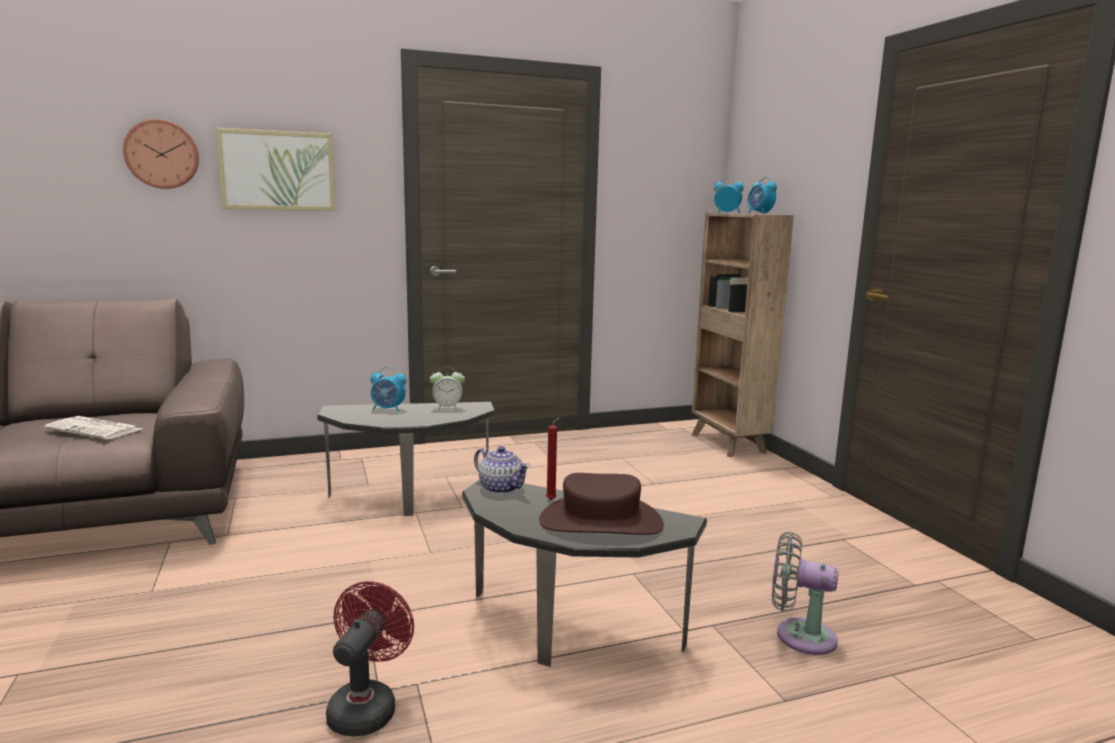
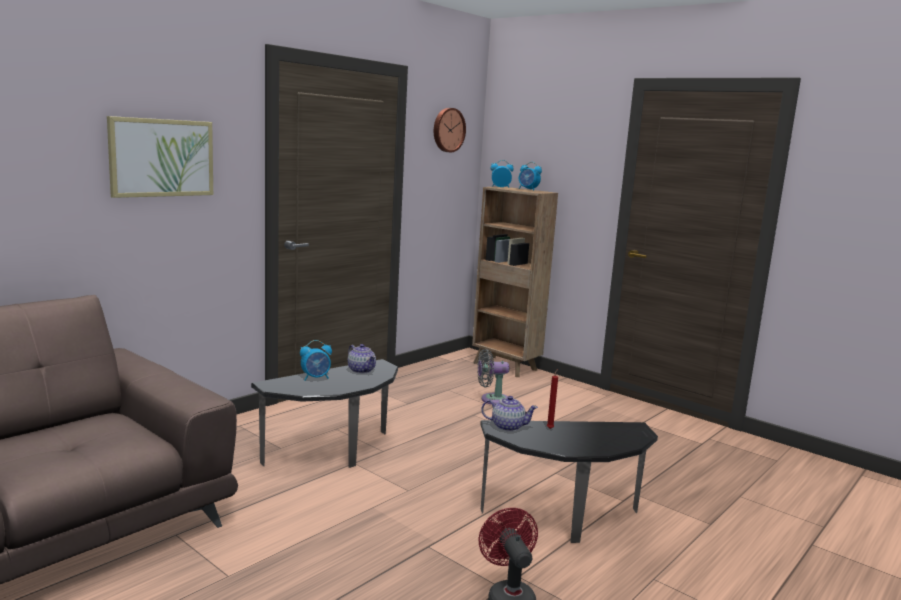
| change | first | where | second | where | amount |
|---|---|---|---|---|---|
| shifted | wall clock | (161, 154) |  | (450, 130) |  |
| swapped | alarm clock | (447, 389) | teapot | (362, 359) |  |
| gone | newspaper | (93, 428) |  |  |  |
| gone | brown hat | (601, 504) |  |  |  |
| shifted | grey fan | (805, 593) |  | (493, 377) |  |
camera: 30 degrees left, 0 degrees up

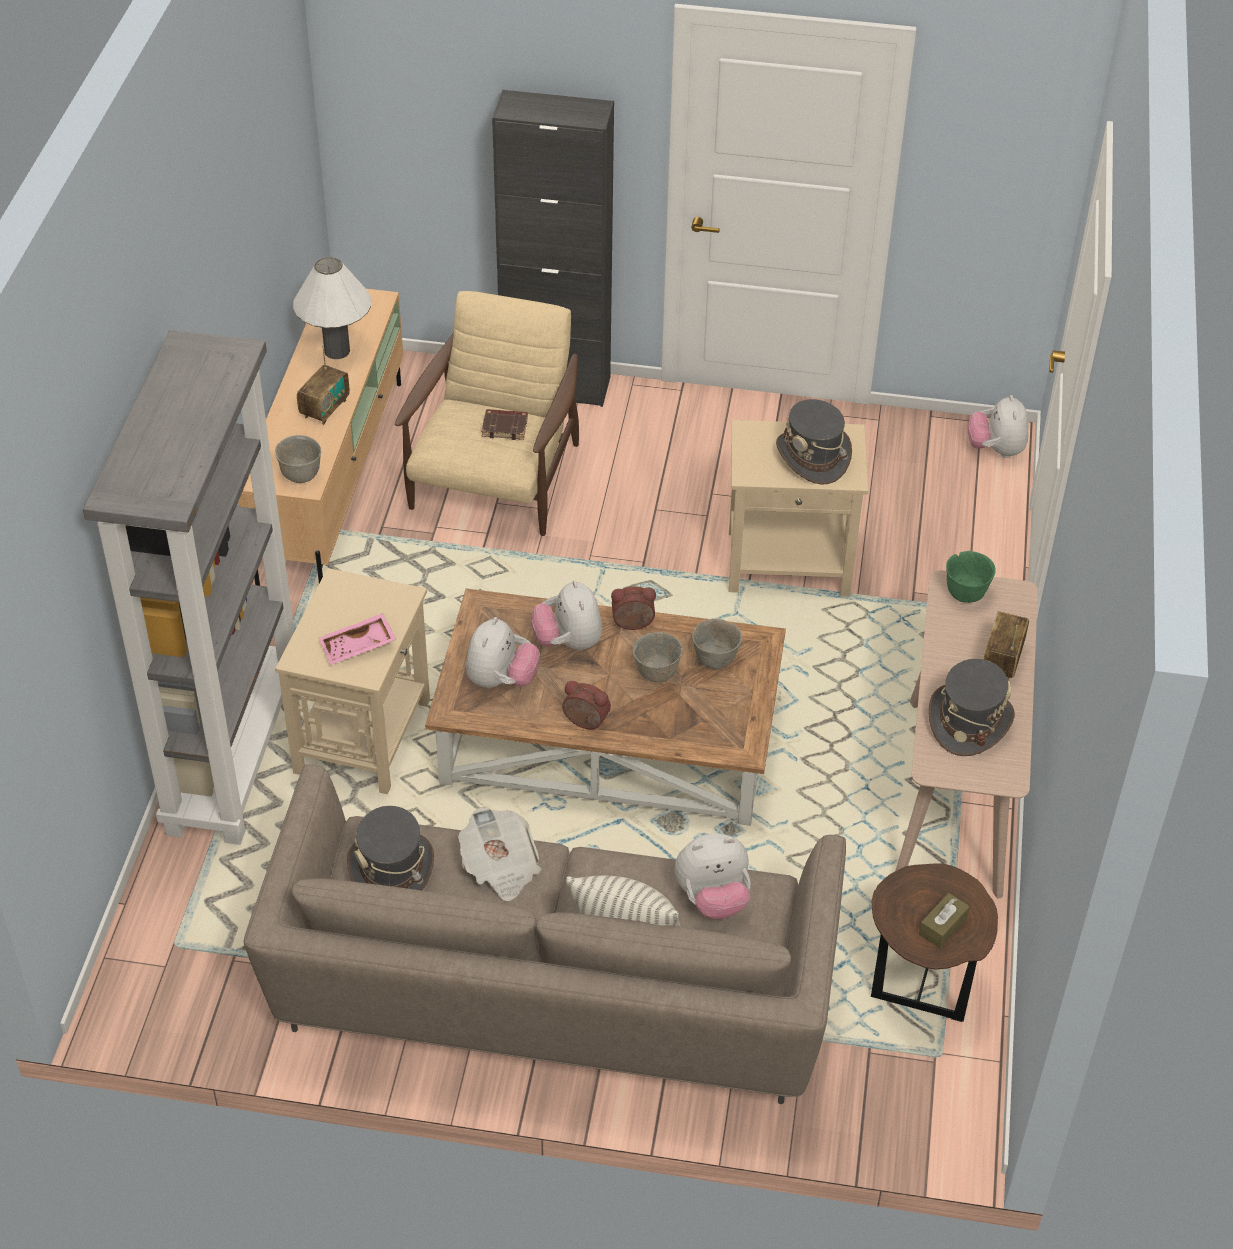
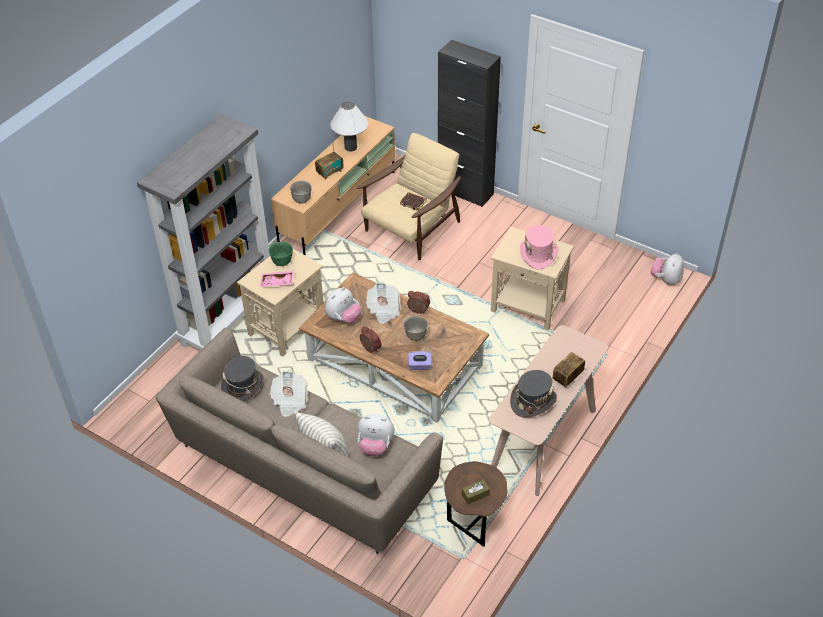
| change | first | where | second | where | amount |
|---|---|---|---|---|---|
| repainted | grey hat | (814, 442) | pink hat | (539, 247) |  |
| shifted | green bowl | (971, 577) |  | (281, 254) |  |
| swapped | plush toy | (566, 615) | newspaper | (383, 303) |  |
| gone | grey bowl | (717, 643) |  |  |  |
| new |  |  | purple tissue box | (420, 360) |  |
camera: 25 degrees right, 0 degrees up

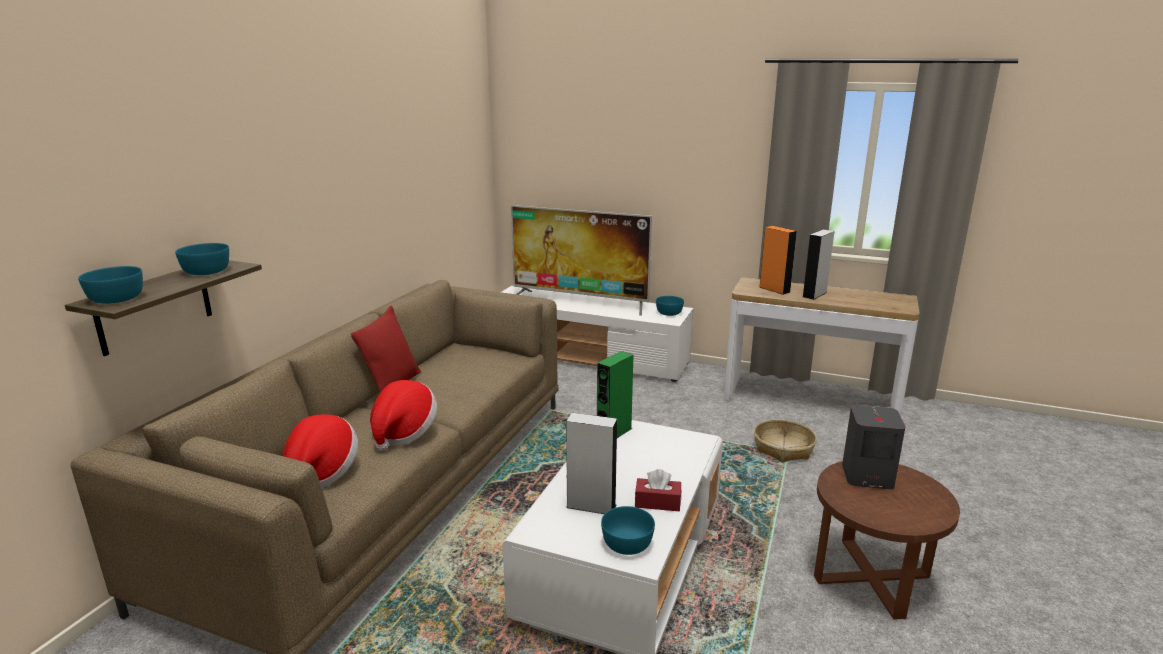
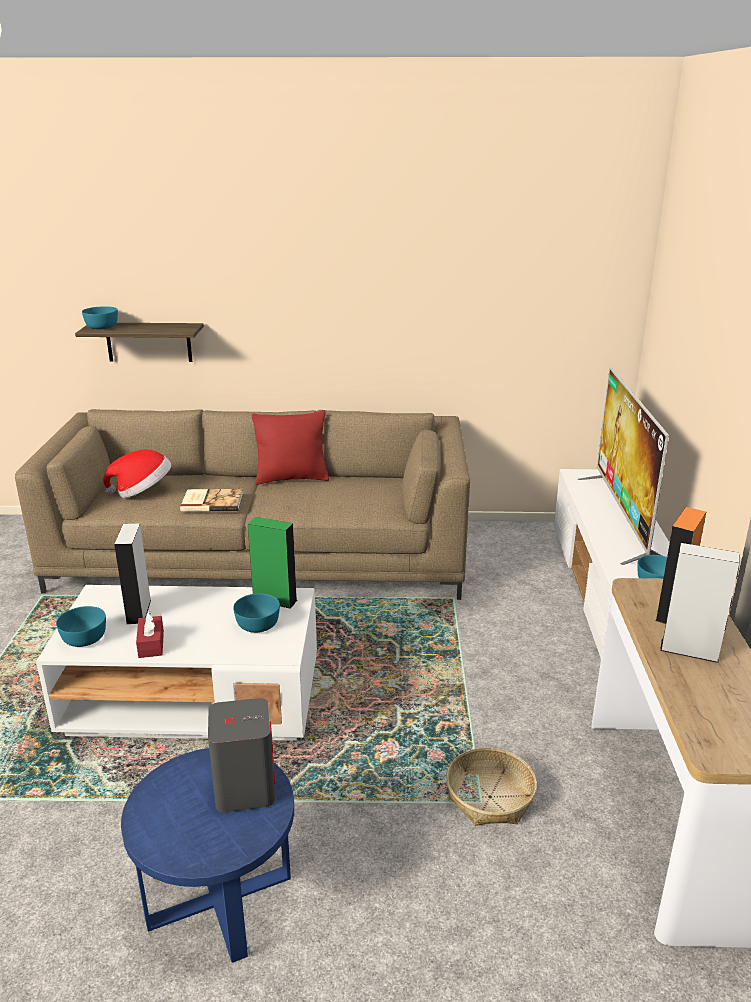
| change | first | where | second | where | amount |
|---|---|---|---|---|---|
| shifted | turquoise bowl | (202, 259) |  | (256, 613) |  |
| swapped | hat | (403, 415) | book | (211, 500) |  |
| repainted | brown side table | (887, 540) | blue side table | (207, 855) |  |
camera: 70 degrees right, 5 degrees up

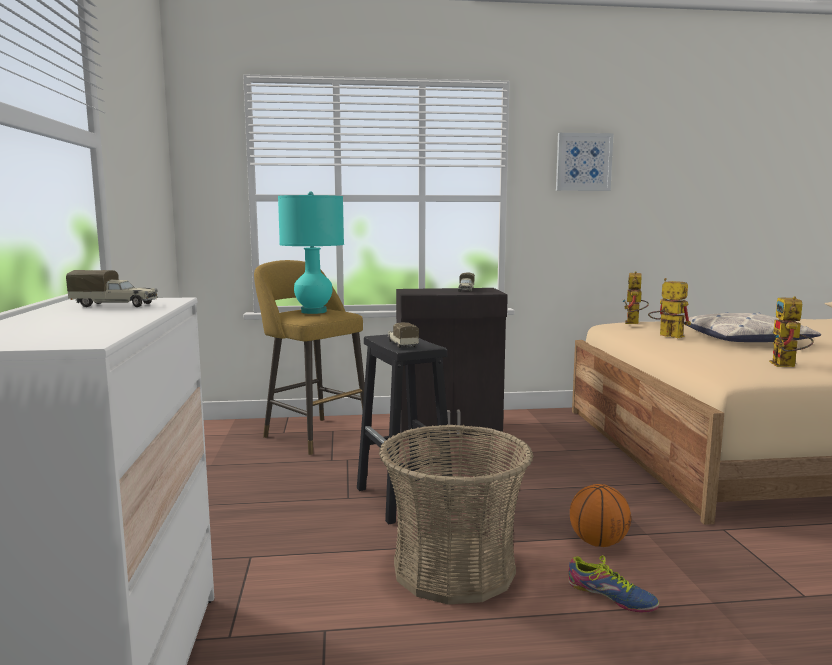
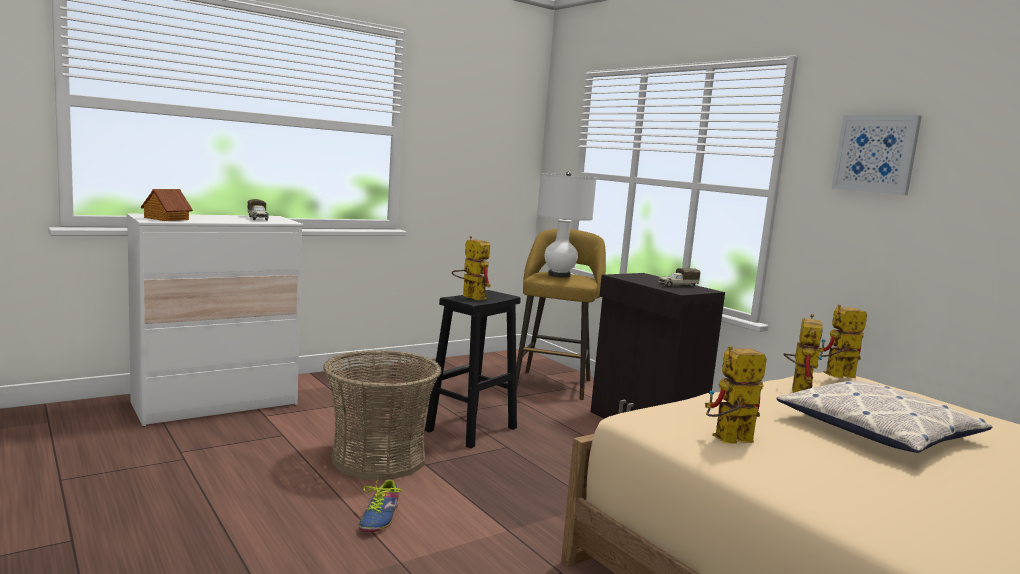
| change | first | where | second | where | amount |
|---|---|---|---|---|---|
| repainted | turquoise table lamp | (311, 252) | white table lamp | (567, 224) |  |
| swapped | toy truck | (403, 335) | toy robot | (471, 268) |  |
| gone | basketball | (600, 515) |  |  |  |
| new |  |  | toy house | (167, 205) |  |
camera: 60 degrees right, 0 degrees up

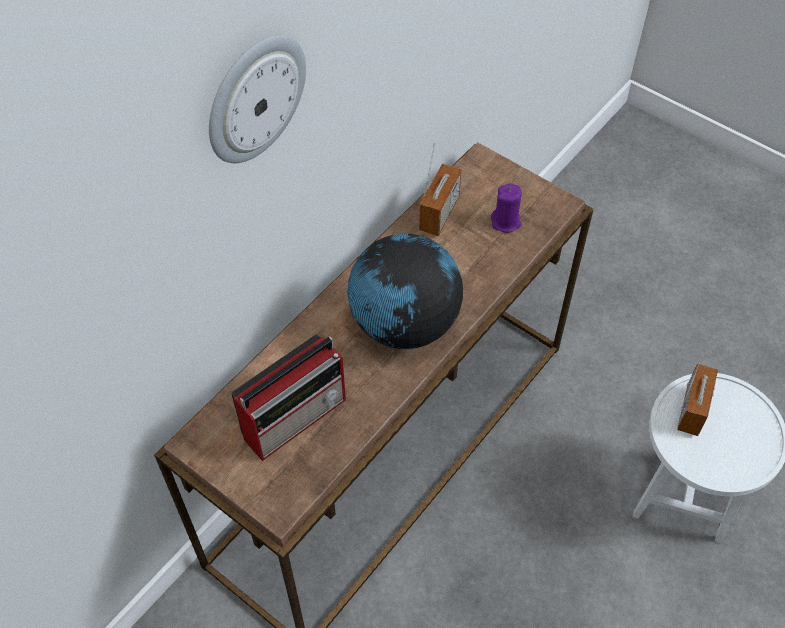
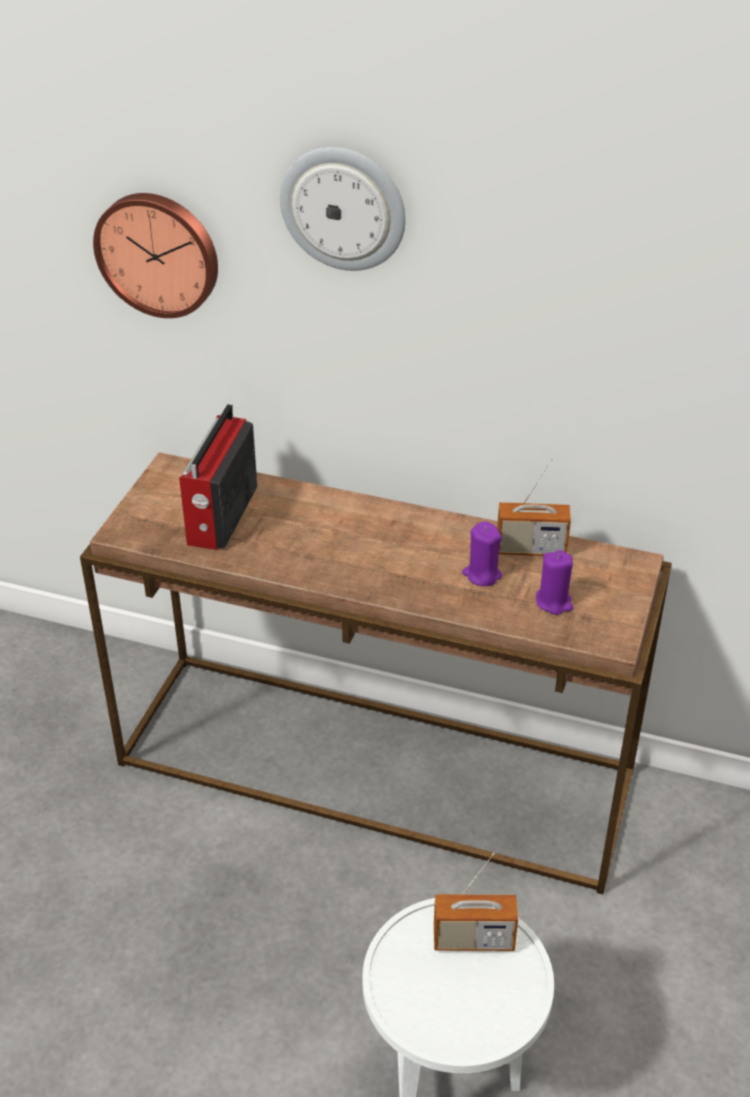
| change | first | where | second | where | amount |
|---|---|---|---|---|---|
| gone | globe | (405, 291) |  |  |  |
| rotated | radio | (288, 397) |  | (218, 477) | 75 degrees clockwise |
| new |  |  | wall clock | (155, 255) |  |
| new |  |  | purple candle | (482, 553) |  |
camera: 70 degrees right, 15 degrees down

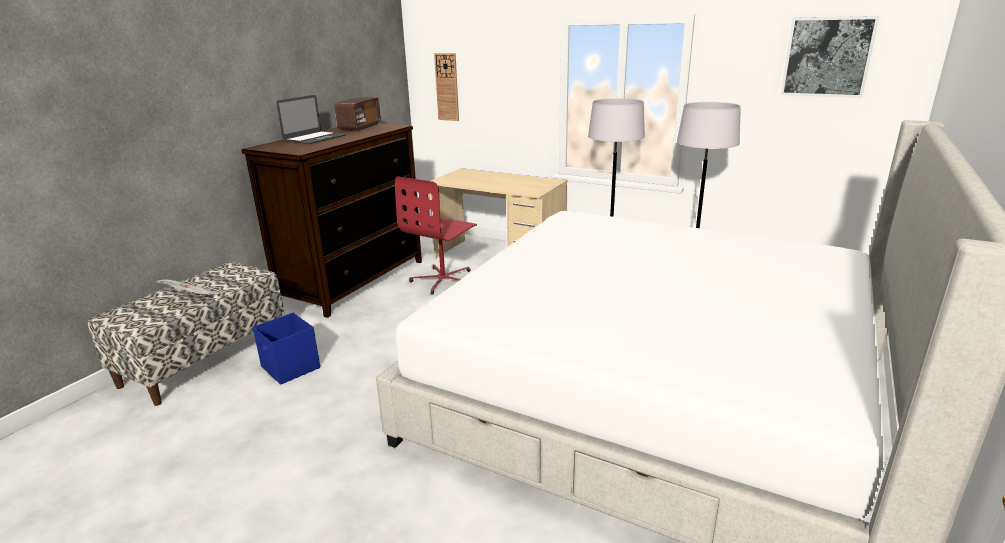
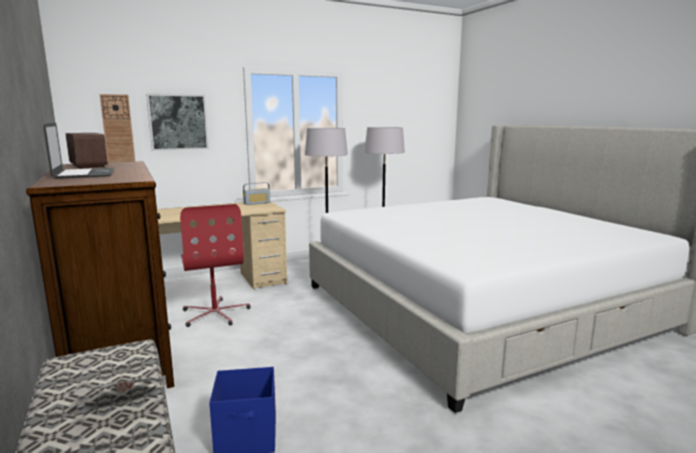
| change | first | where | second | where | amount |
|---|---|---|---|---|---|
| shifted | picture | (830, 57) |  | (177, 122) |  |
| new |  |  | radio | (256, 193) |  |
camera: 55 degrees left, 10 degrees down

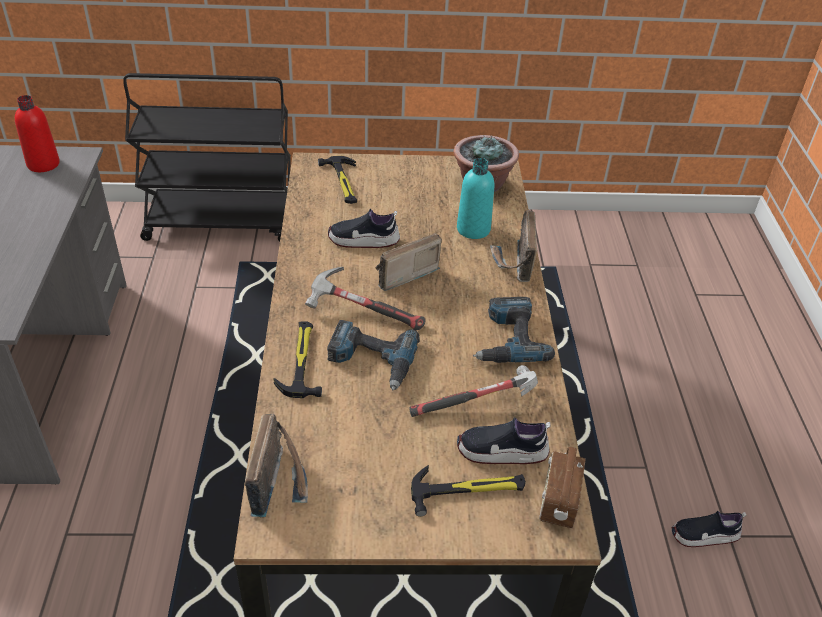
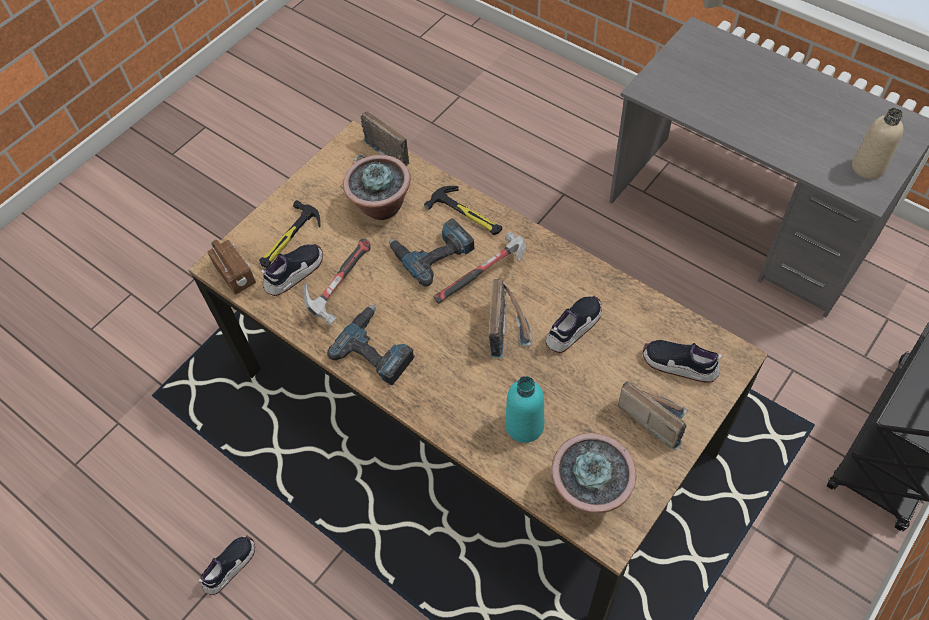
| change | first | where | second | where | amount |
|---|---|---|---|---|---|
| repainted | red bottle | (37, 133) | beige bottle | (877, 143) |  |
| swapped | hammer | (337, 180) | shoe | (682, 361) |  |
| shifted | radio | (513, 246) |  | (653, 415) |  |
| new |  |  | potted plant | (377, 187) |  |
camera: 135 degrees right, 15 degrees up

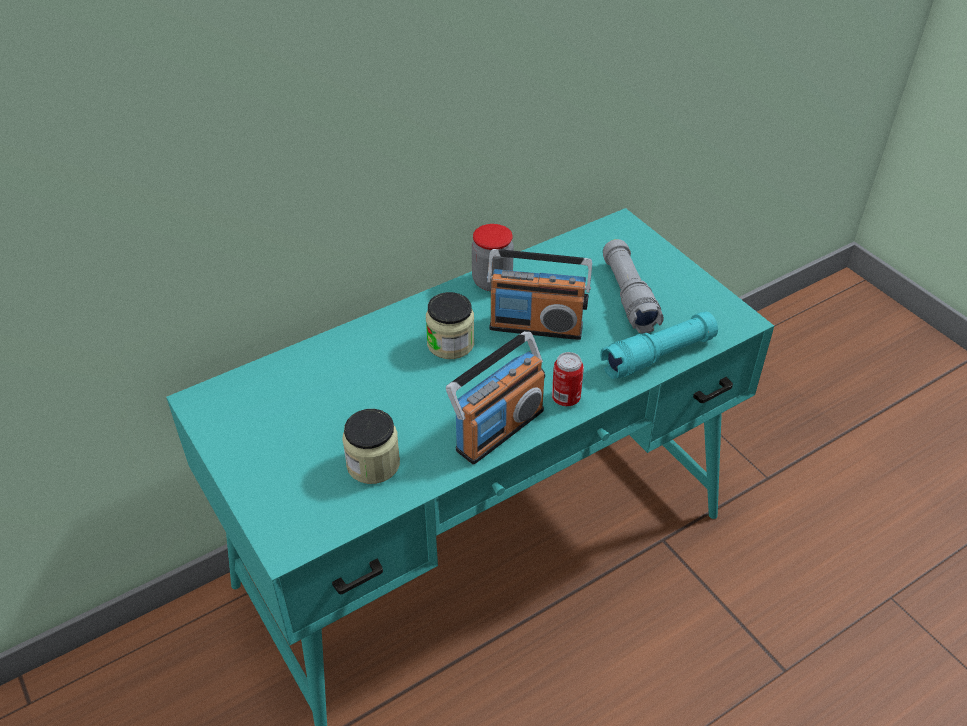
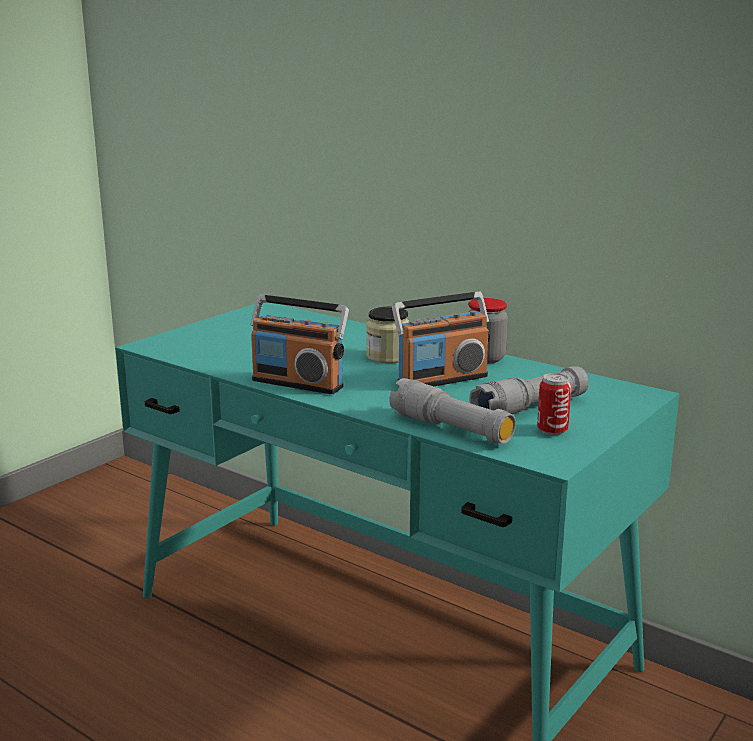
| change | first | where | second | where | amount |
|---|---|---|---|---|---|
| rotated | radio | (539, 294) |  | (441, 339) | 105 degrees counterclockwise |
| repainted | turquoise flashlight | (659, 345) | grey flashlight | (452, 411) |  |
| shifted | can | (568, 379) |  | (554, 404) |  |
| gone | jar | (371, 446) |  |  |  |
camera: 70 degrees right, 25 degrees down

